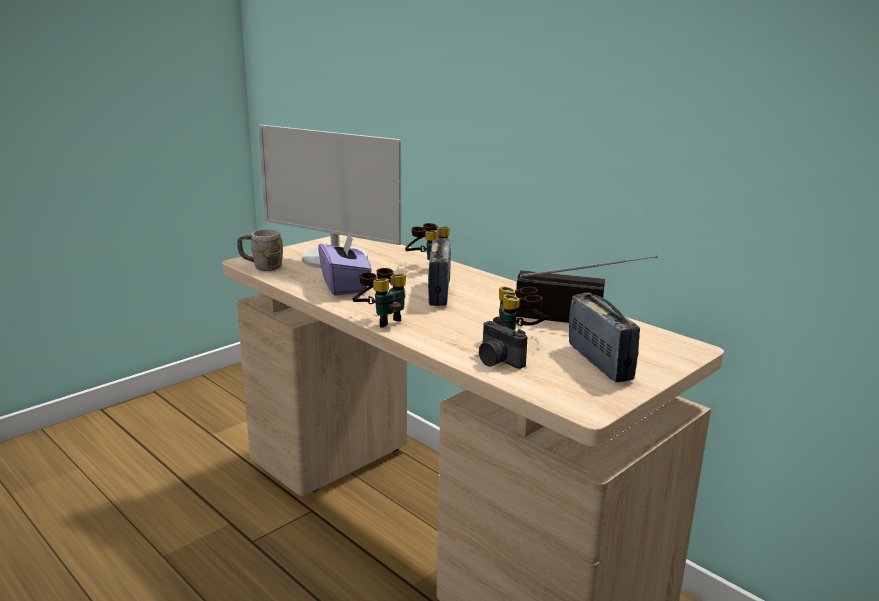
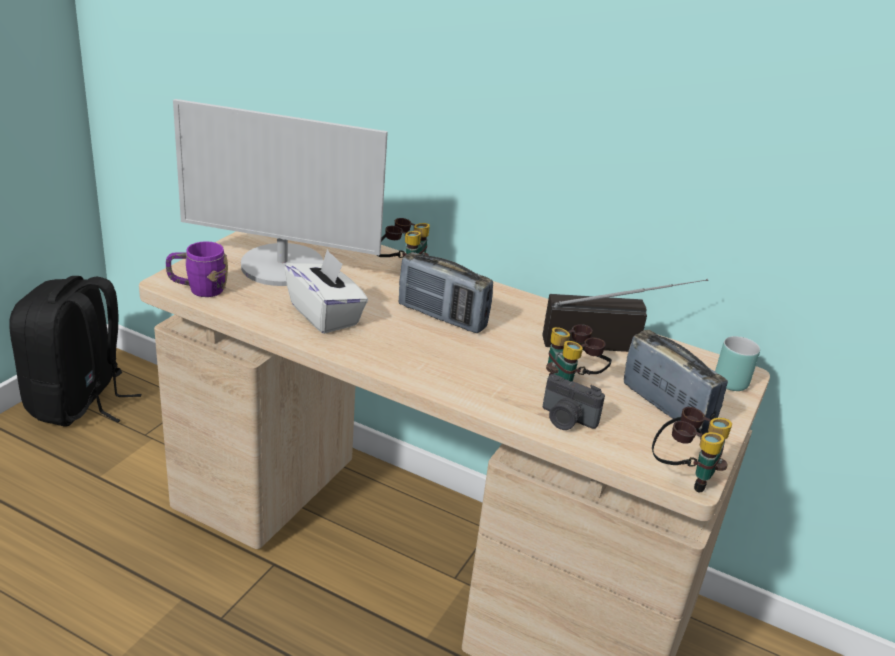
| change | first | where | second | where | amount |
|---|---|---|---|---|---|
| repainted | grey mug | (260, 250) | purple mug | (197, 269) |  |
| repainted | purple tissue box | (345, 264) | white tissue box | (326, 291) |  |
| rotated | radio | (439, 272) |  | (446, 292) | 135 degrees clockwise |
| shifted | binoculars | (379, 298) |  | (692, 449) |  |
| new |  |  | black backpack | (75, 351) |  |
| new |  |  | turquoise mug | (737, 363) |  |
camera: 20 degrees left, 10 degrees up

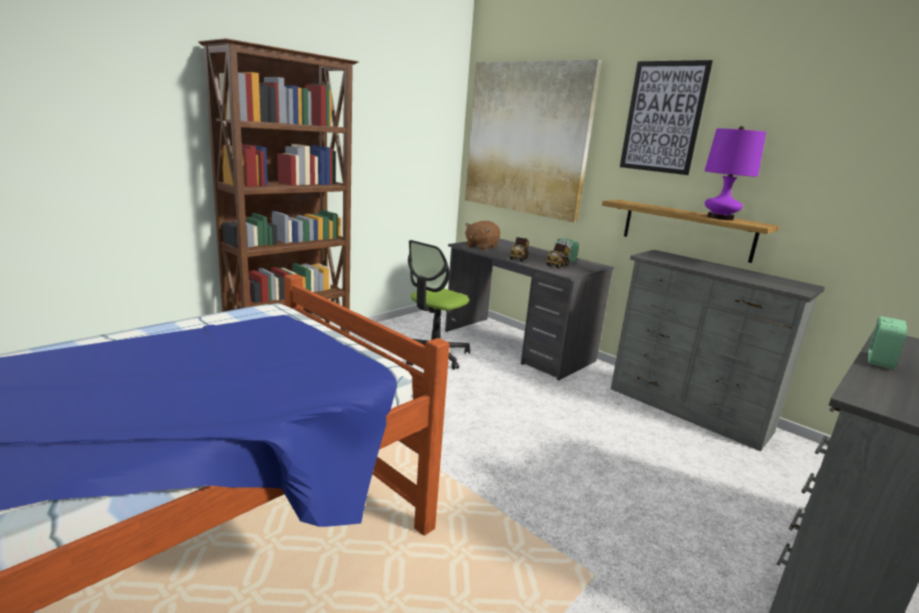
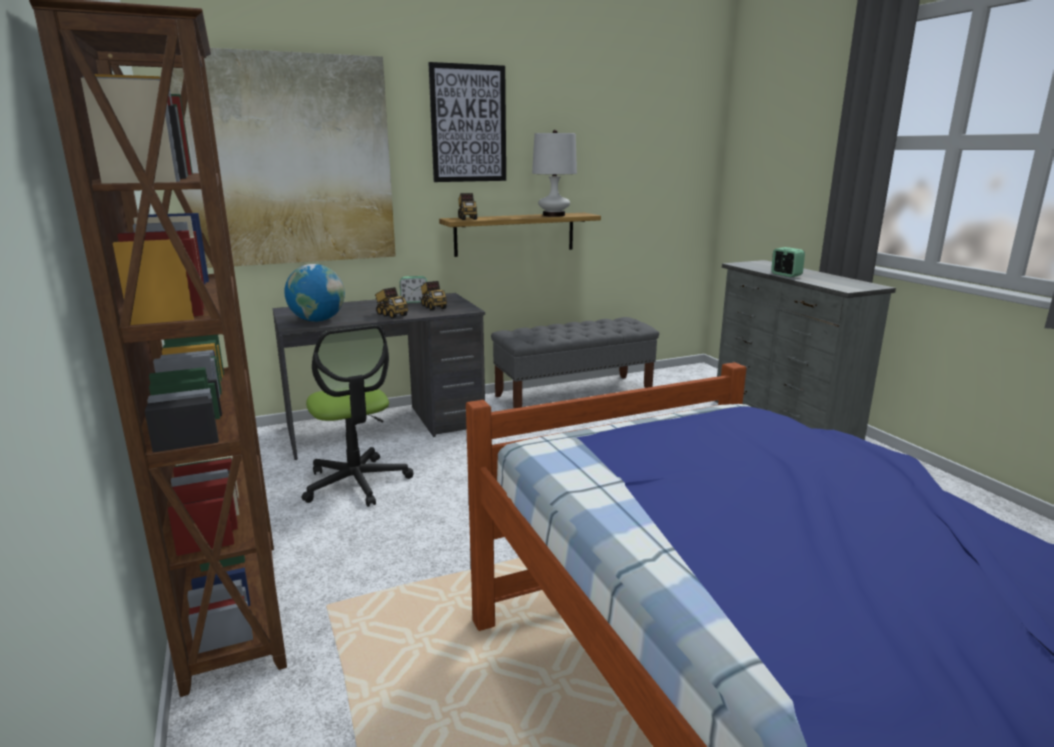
| change | first | where | second | where | amount |
|---|---|---|---|---|---|
| repainted | purple table lamp | (735, 173) | white table lamp | (554, 173) |  |
| swapped | brown plush toy | (482, 235) | globe | (314, 293) |  |
| swapped | grey dresser | (718, 351) | grey bench | (575, 362) |  |
| new |  |  | toy truck | (467, 206) |  |
camera: 65 degrees left, 0 degrees up

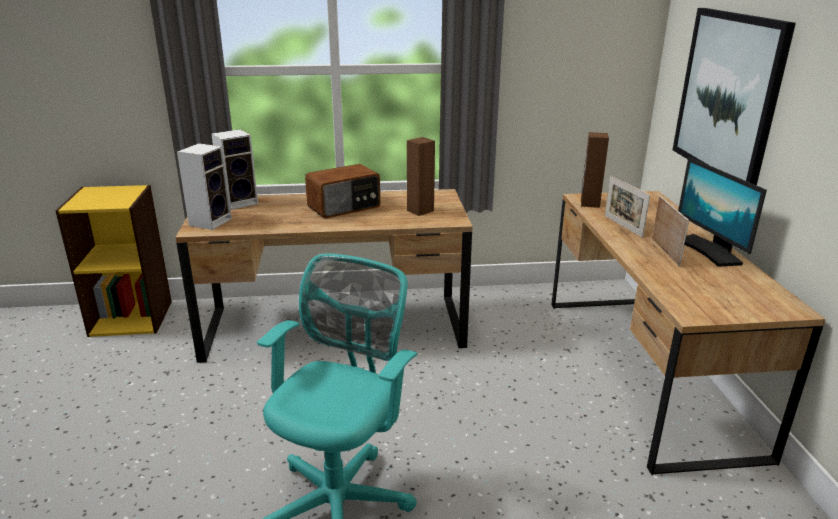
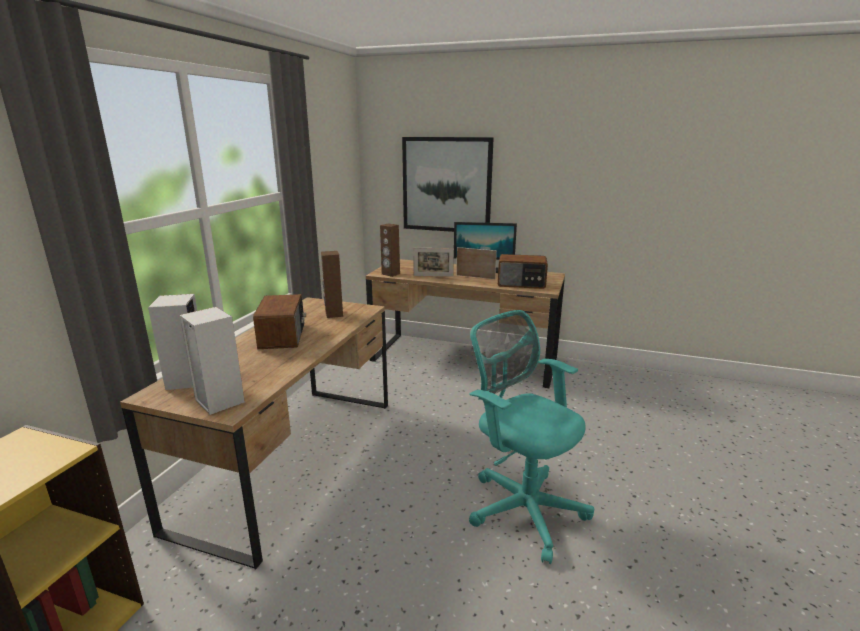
| change | first | where | second | where | amount |
|---|---|---|---|---|---|
| new |  |  | radio | (523, 271) |  |
camera: 65 degrees left, 5 degrees down

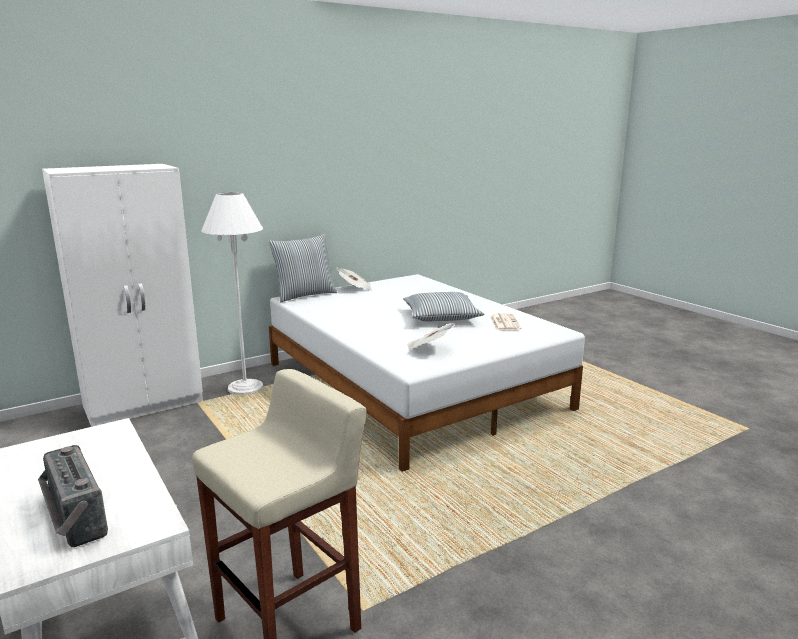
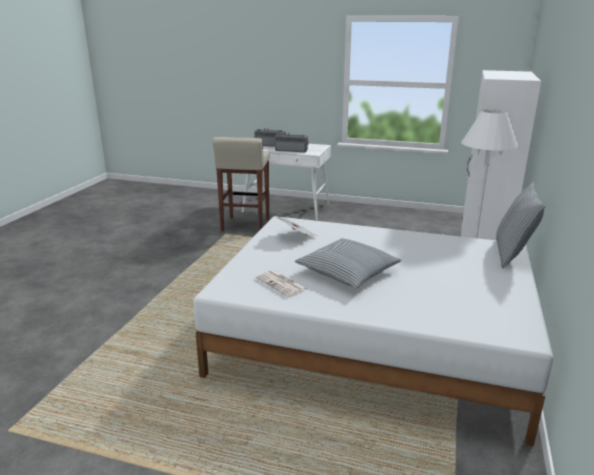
| change | first | where | second | where | amount |
|---|---|---|---|---|---|
| gone | newspaper | (354, 279) |  |  |  |
| new |  |  | radio | (292, 142) |  |
camera: 140 degrees right, 5 degrees up

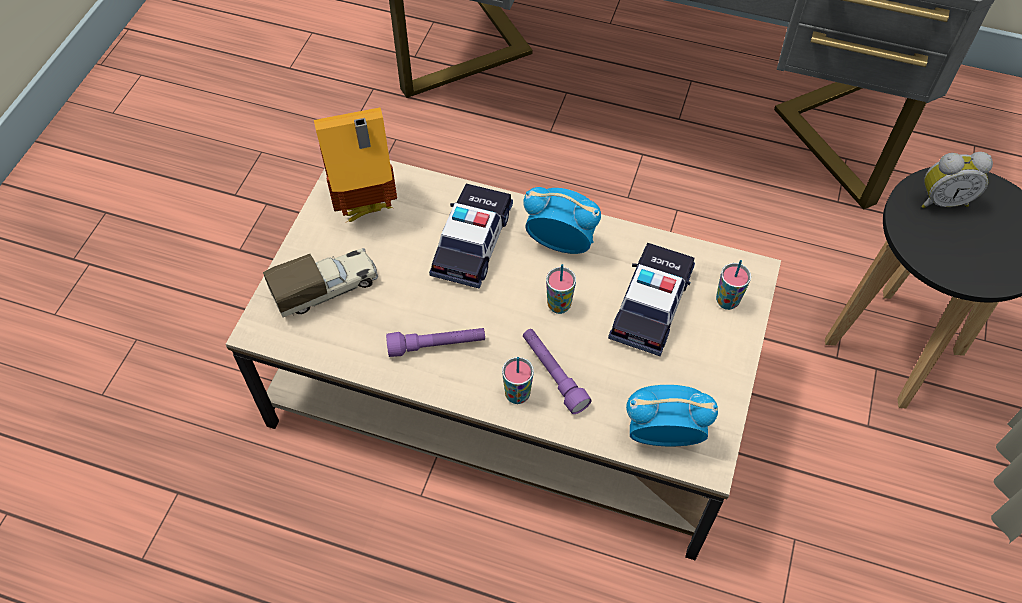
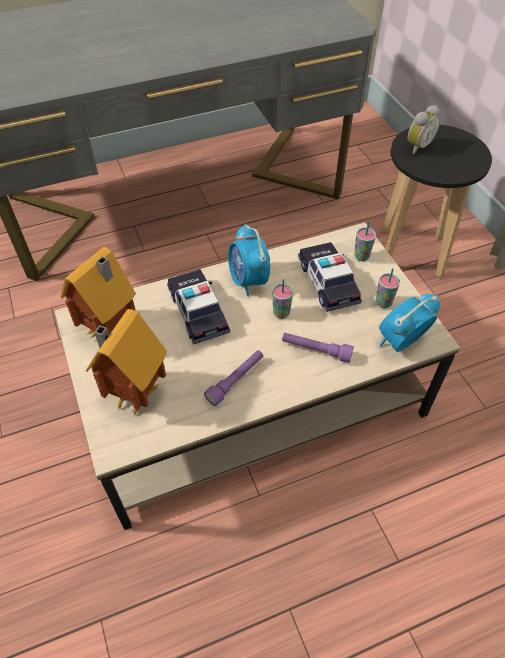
| change | first | where | second | where | amount |
|---|---|---|---|---|---|
| rotated | alarm clock | (562, 220) |  | (249, 260) | 90 degrees counterclockwise |
| swapped | toy truck | (320, 282) | toy house | (126, 362) |  |
| shifted | cup | (518, 380) |  | (388, 288) |  |
camera: 40 degrees left, 5 degrees down

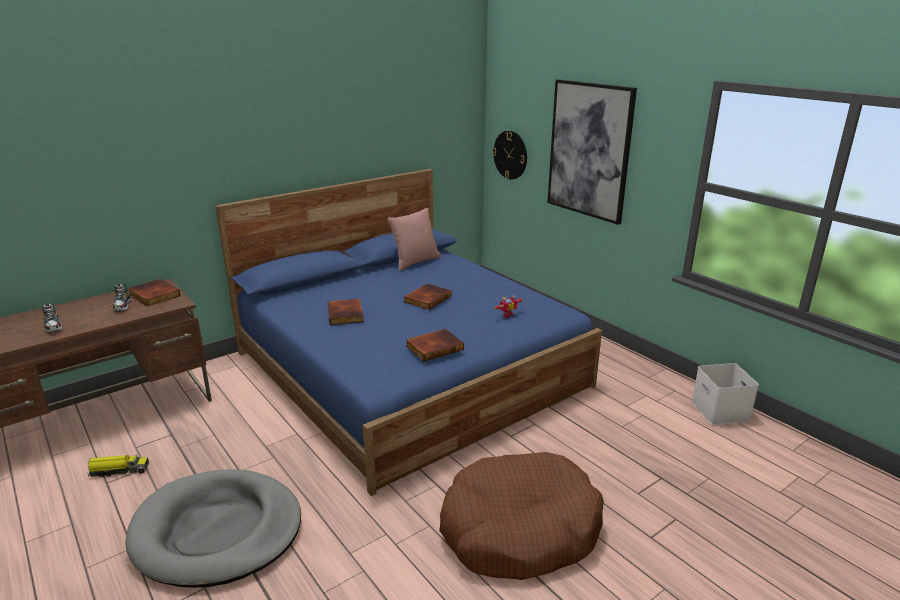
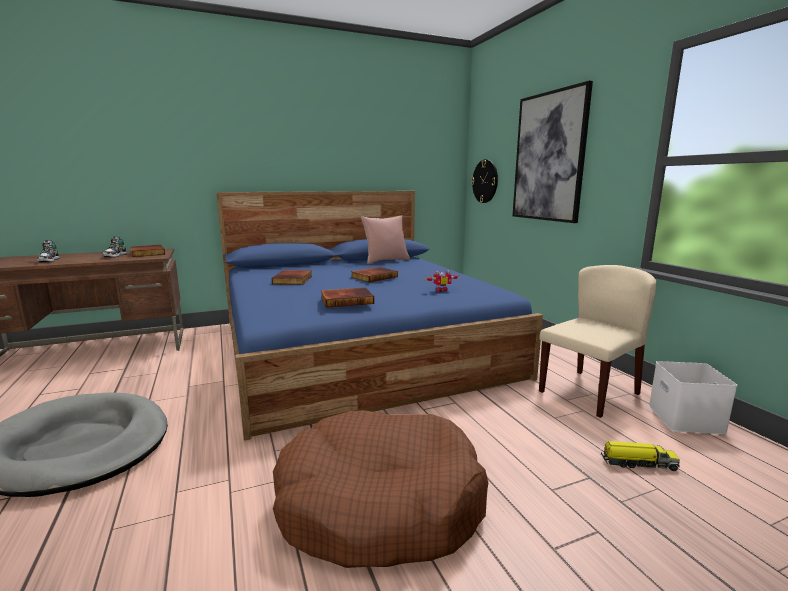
| change | first | where | second | where | amount |
|---|---|---|---|---|---|
| shifted | toy truck | (118, 466) |  | (640, 456) |  |
| new |  |  | beige chair | (598, 341) |  |
camera: 15 degrees right, 10 degrees down

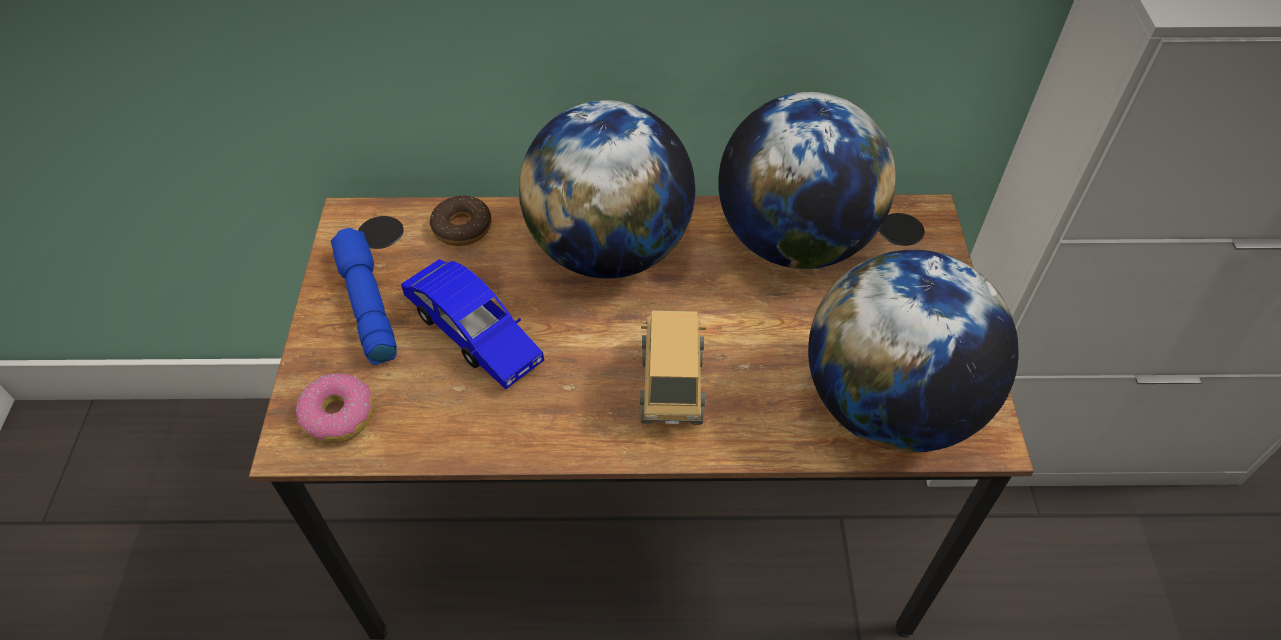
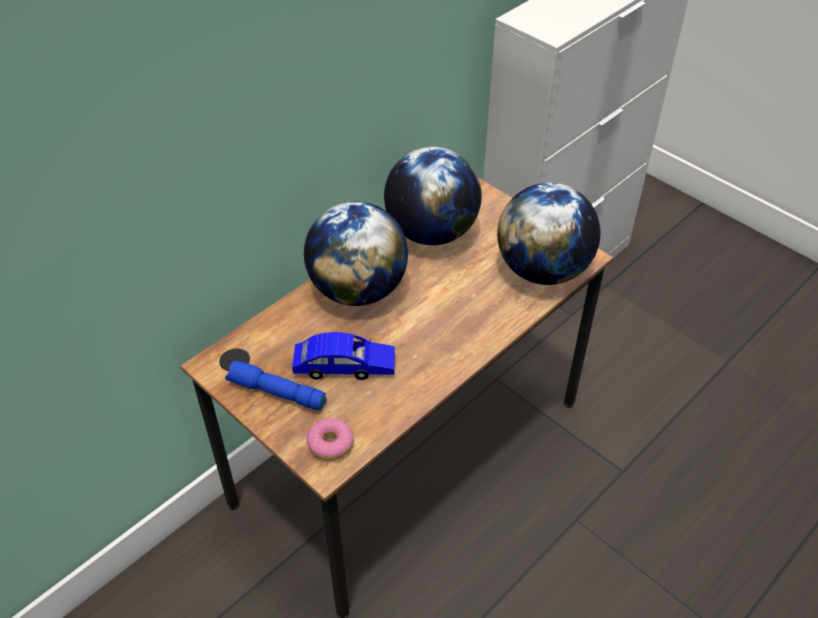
| change | first | where | second | where | amount |
|---|---|---|---|---|---|
| gone | donut | (460, 221) |  |  |  |
| gone | toy truck | (673, 367) |  |  |  |
camera: 45 degrees left, 5 degrees down

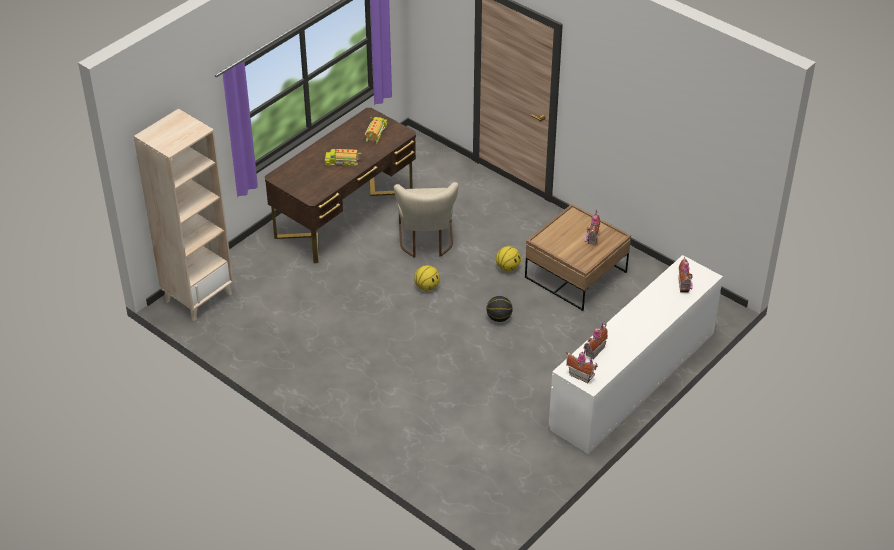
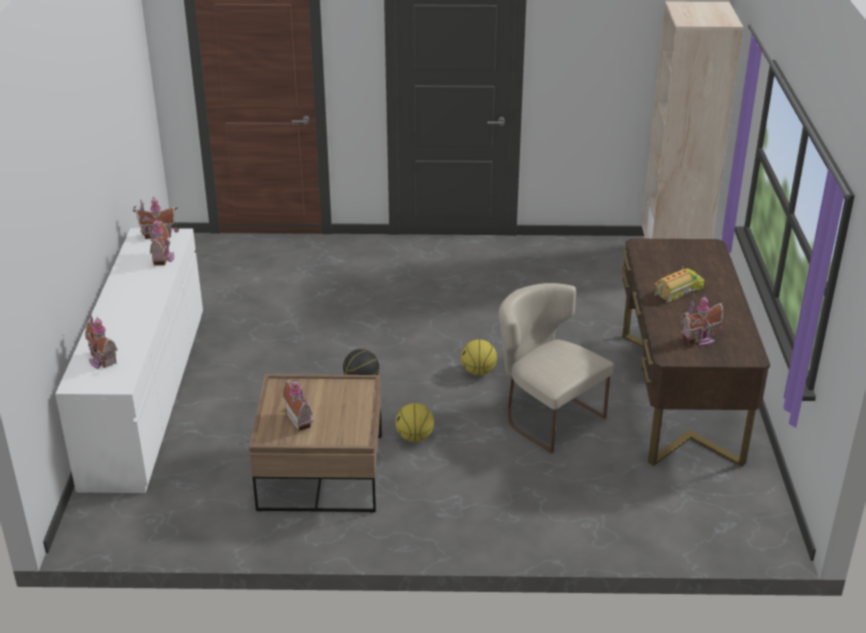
| change | first | where | second | where | amount |
|---|---|---|---|---|---|
| swapped | toy truck | (376, 130) | toy house | (702, 320) |  |
camera: 140 degrees right, 10 degrees down

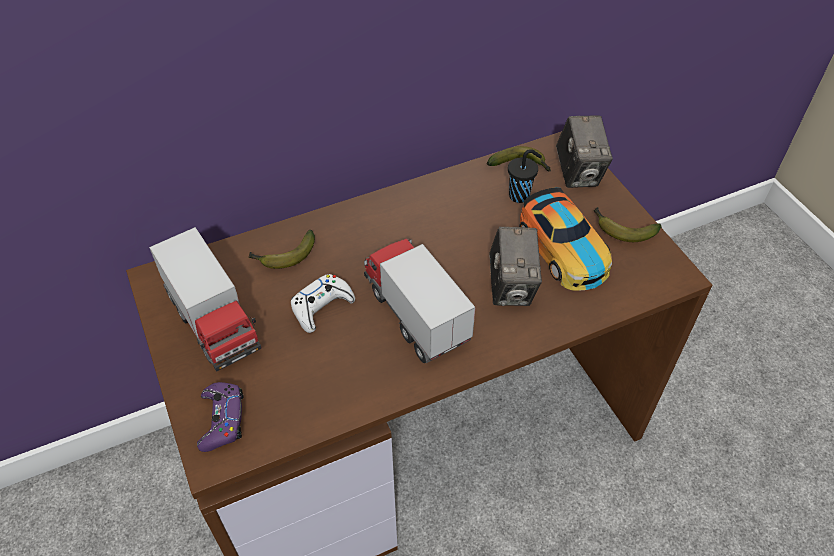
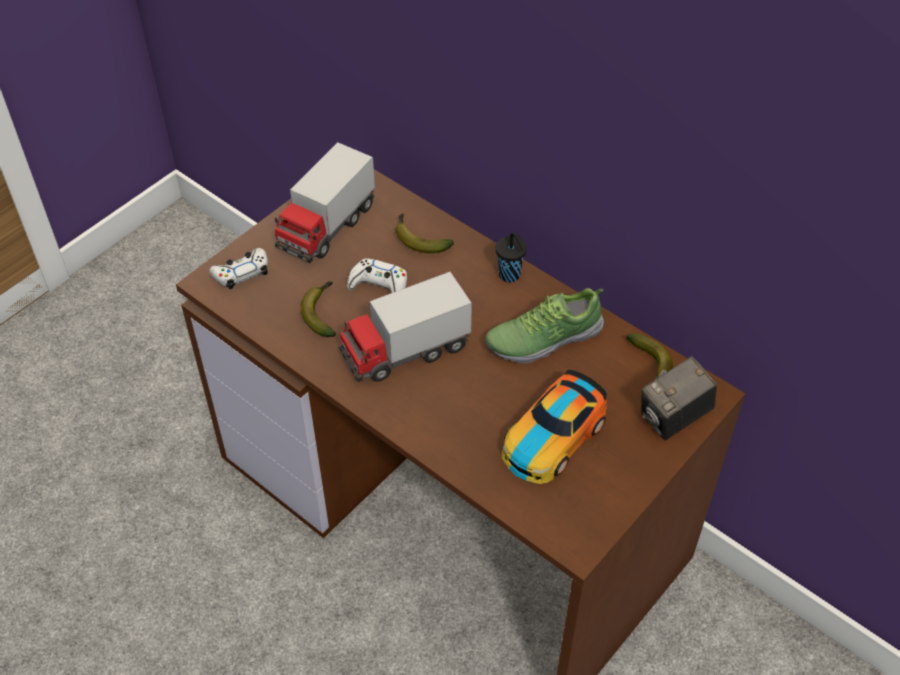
| change | first | where | second | where | amount |
|---|---|---|---|---|---|
| shifted | black cup | (525, 176) |  | (511, 257) |  |
| shifted | banana | (627, 224) |  | (318, 309) |  |
| gone | photo camera | (515, 266) |  |  |  |
| rotated | toy truck | (419, 300) |  | (405, 326) | 150 degrees counterclockwise |
| repainted | purple game controller | (220, 417) | white game controller | (238, 268) |  |
| new |  |  | shoe | (544, 325) |  |
camera: 65 degrees right, 0 degrees up

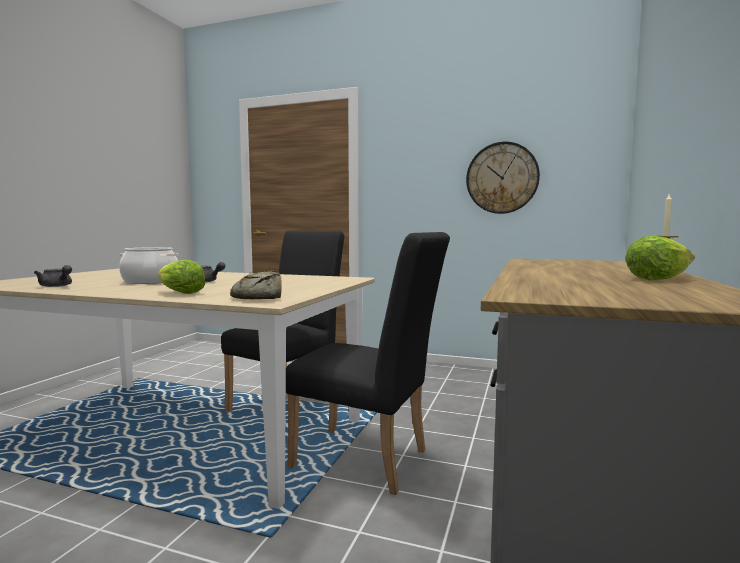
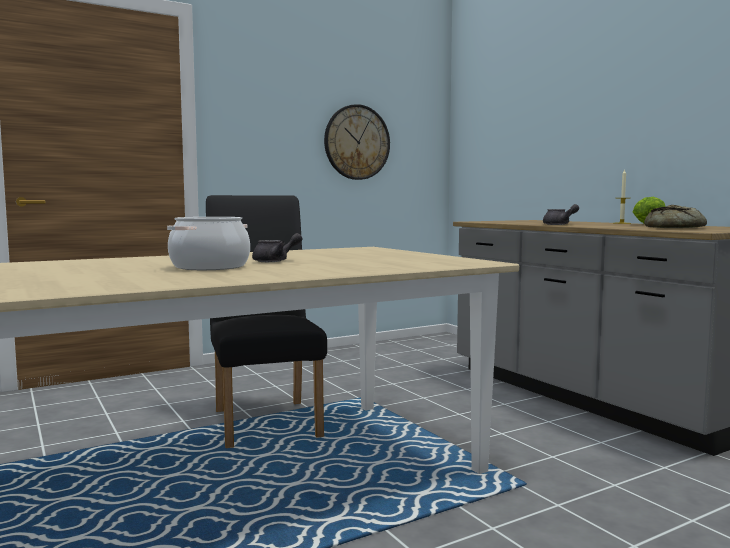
| change | first | where | second | where | amount |
|---|---|---|---|---|---|
| gone | black chair | (368, 363) |  |  |  |
| gone | lettuce | (181, 277) |  |  |  |
| shifted | grey teapot | (53, 276) |  | (561, 214) |  |
| shifted | bread | (256, 285) |  | (675, 216) |  |
camera: 50 degrees left, 0 degrees up

